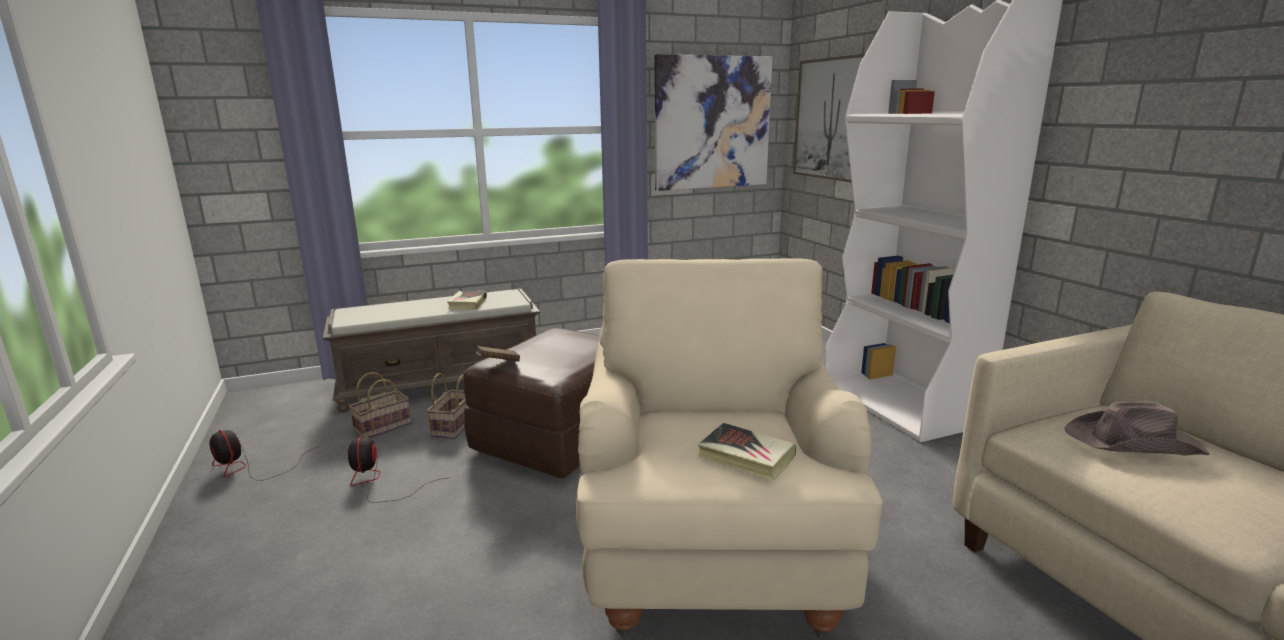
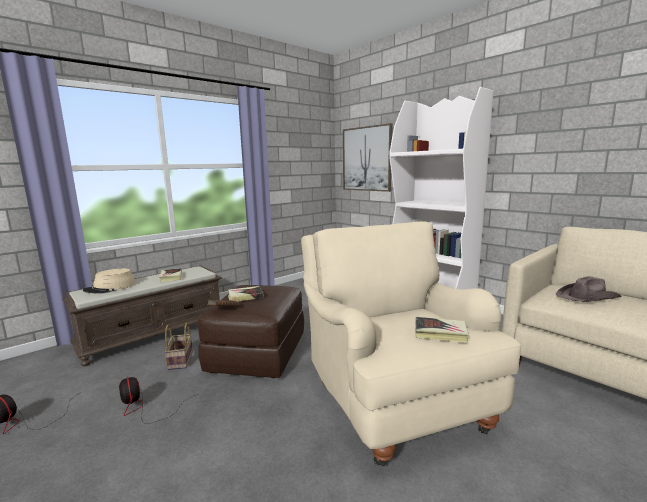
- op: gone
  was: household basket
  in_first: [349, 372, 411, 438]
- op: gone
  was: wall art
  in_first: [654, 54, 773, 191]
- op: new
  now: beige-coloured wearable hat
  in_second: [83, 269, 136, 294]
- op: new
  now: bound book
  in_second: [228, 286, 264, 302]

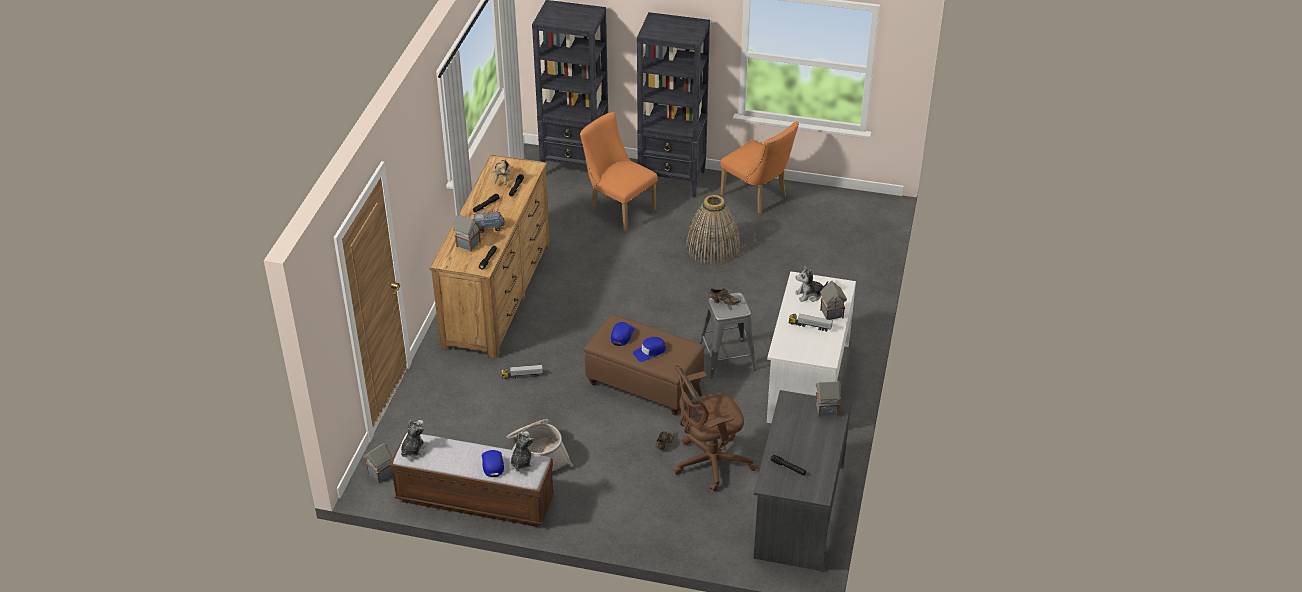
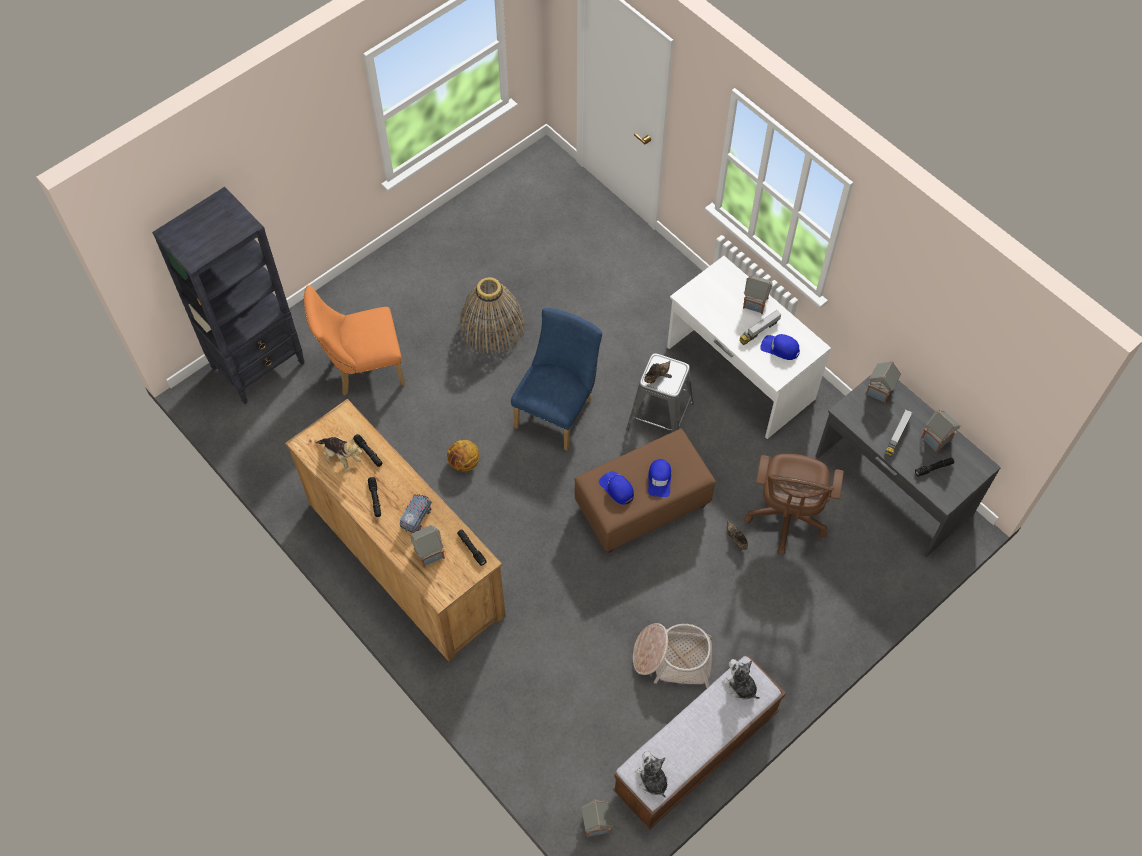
- op: shifted
  was: blue-coloured baseball cap
  in_first: [482, 450, 504, 477]
  in_second: [760, 334, 800, 360]
- op: shifted
  was: model truck
  in_first: [501, 365, 543, 379]
  in_second: [885, 409, 913, 457]
- op: gone
  was: blackish bookshelf
  in_first: [637, 12, 710, 198]
- op: gone
  was: orange plain chair
  in_first: [720, 121, 799, 214]
- op: gone
  was: plush toy
  in_first: [795, 265, 828, 302]
- op: new
  now: ball for basketball
  in_second: [447, 440, 479, 471]
- op: new
  now: blue-coloured plain chair
  in_second: [511, 308, 602, 450]
- op: new
  now: toy house
  in_second: [921, 409, 960, 453]

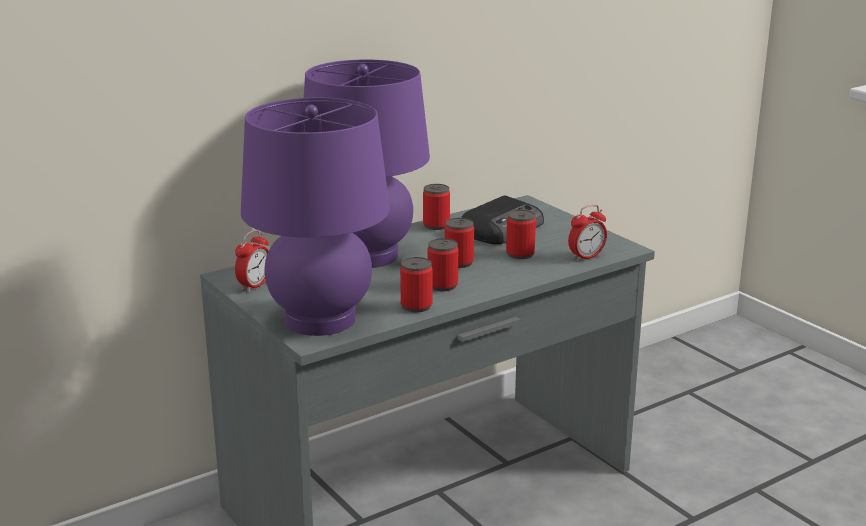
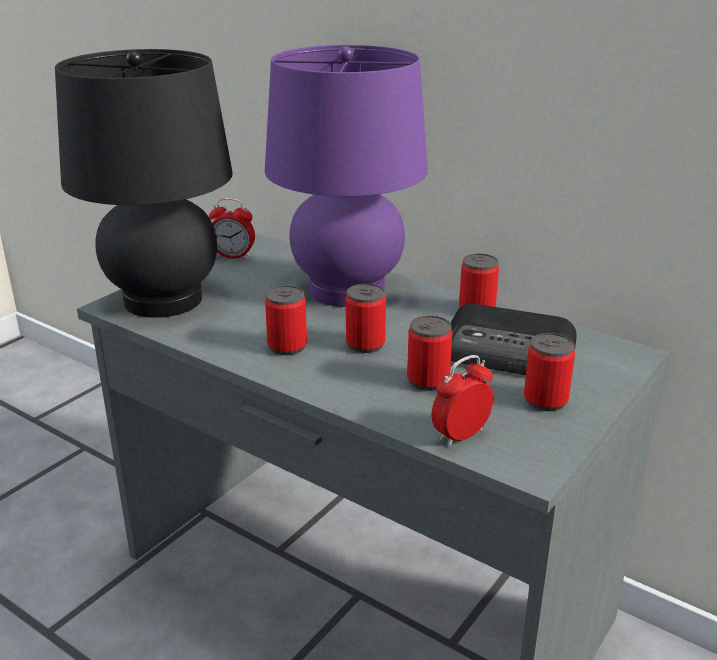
- op: repainted
  was: purplish lamp for a table
  now: blackish lamp for a table
  in_first: [241, 98, 390, 336]
  in_second: [55, 49, 233, 318]
- op: shifted
  was: can
  in_first: [400, 257, 432, 312]
  in_second: [524, 333, 575, 411]
- op: rotated
  was: bedside clock
  in_first: [568, 205, 607, 261]
  in_second: [431, 355, 493, 446]
  clockwise: 105

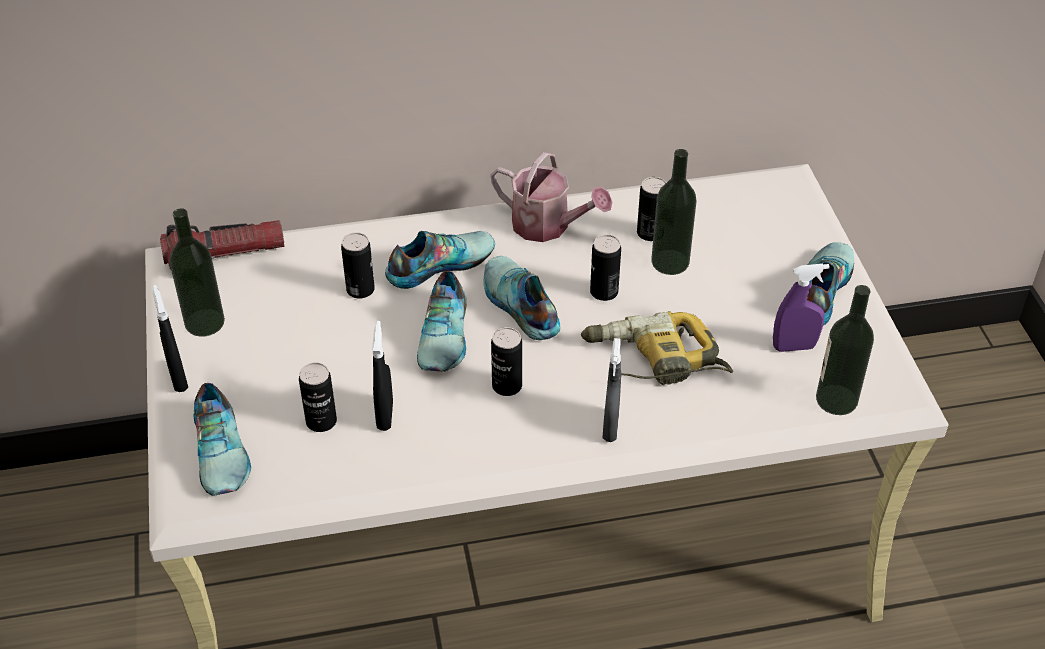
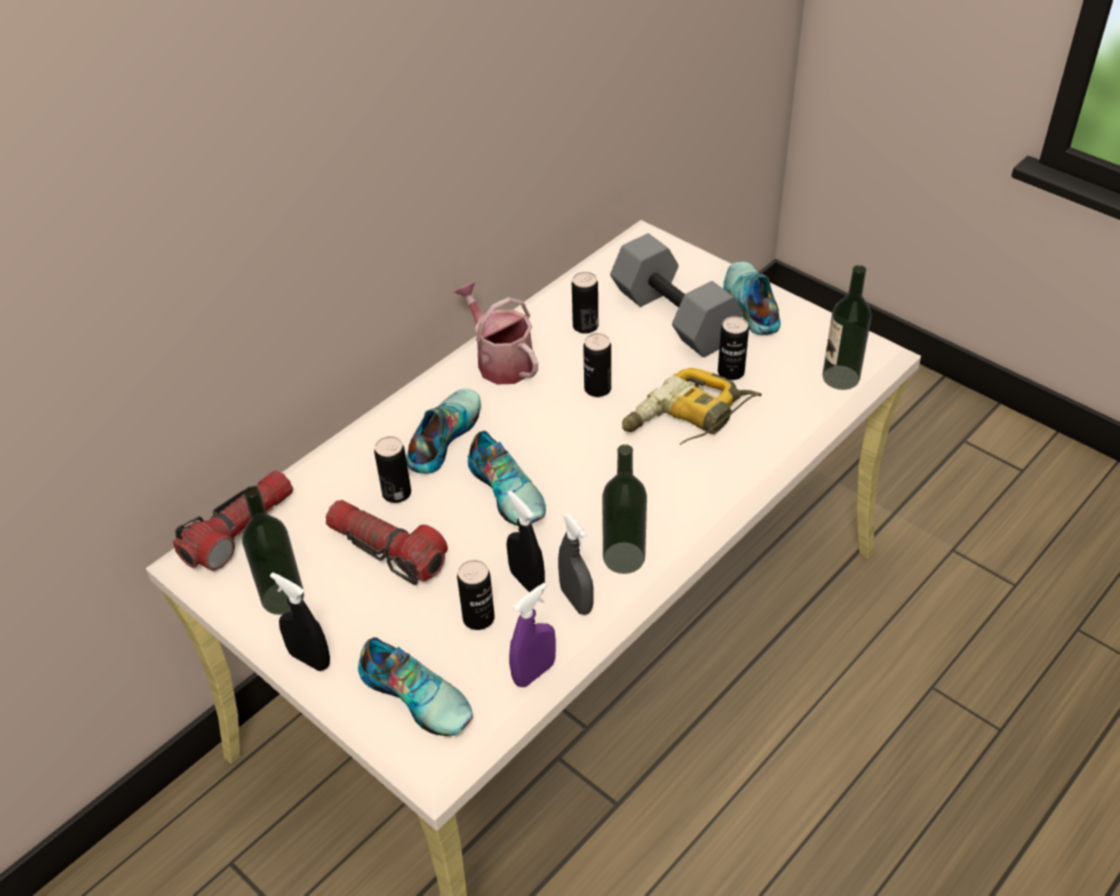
- op: gone
  was: low shoe
  in_first: [483, 256, 560, 340]
- op: rotated
  was: watering pot
  in_first: [491, 152, 612, 242]
  in_second: [454, 282, 538, 385]
  clockwise: -120
- op: shifted
  was: can
  in_first: [491, 327, 522, 396]
  in_second: [718, 316, 749, 380]
- op: shifted
  was: grey hand sprayer
  in_first: [602, 338, 621, 442]
  in_second: [558, 513, 594, 615]
- op: shifted
  was: drink bottle
  in_first: [651, 149, 697, 275]
  in_second: [602, 444, 647, 574]
- op: shifted
  was: purplish hand sprayer
  in_first: [773, 264, 829, 352]
  in_second: [509, 583, 556, 687]
- op: new
  now: torch
  in_second: [326, 500, 448, 585]
- op: new
  now: grey dumbbell
  in_second: [610, 233, 743, 357]

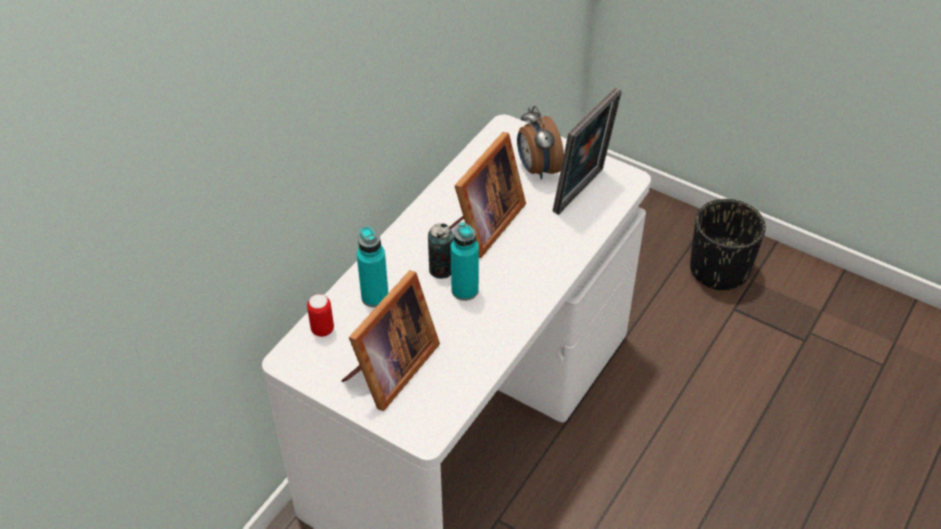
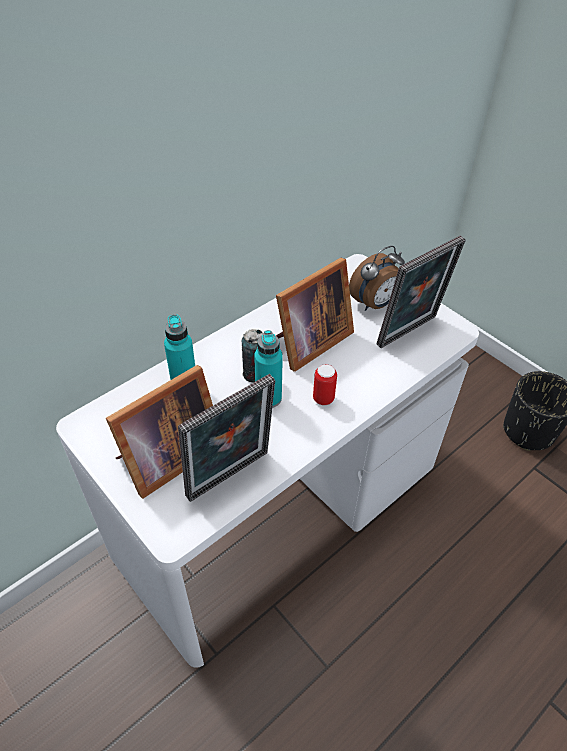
- op: shifted
  was: can
  in_first: [307, 294, 334, 337]
  in_second: [313, 364, 337, 405]
- op: rotated
  was: bedside clock
  in_first: [517, 106, 564, 179]
  in_second: [349, 246, 405, 311]
  clockwise: -120
- op: new
  now: picture frame
  in_second: [178, 374, 275, 502]

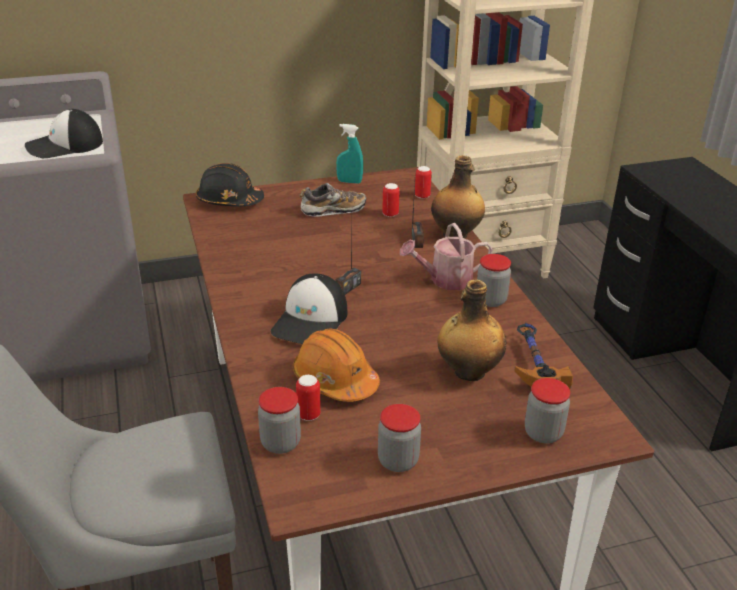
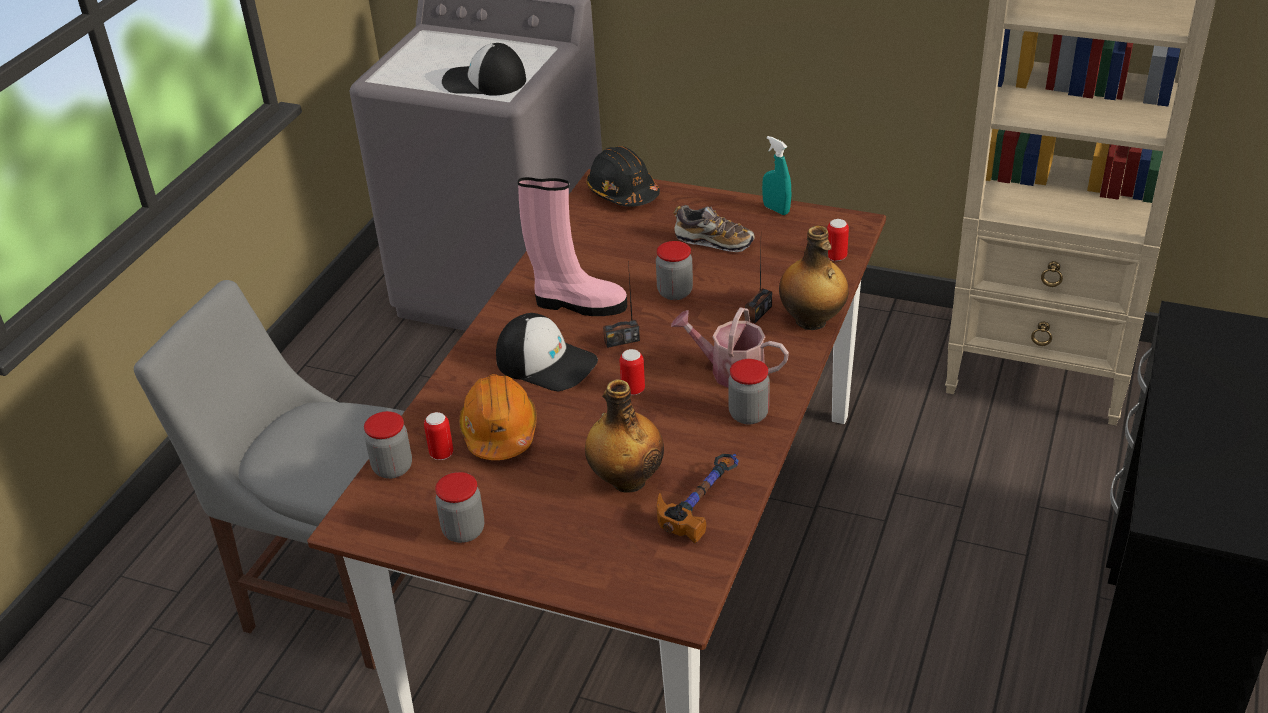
- op: rotated
  was: baseball cap
  in_first: [271, 274, 348, 344]
  in_second: [496, 313, 598, 391]
  clockwise: -120
- op: shifted
  was: can
  in_first: [382, 183, 400, 217]
  in_second: [620, 349, 645, 395]
- op: shifted
  was: preserve jar
  in_first: [525, 378, 570, 443]
  in_second: [656, 241, 693, 300]
- op: new
  now: pink high-top boot
  in_second: [518, 177, 627, 316]

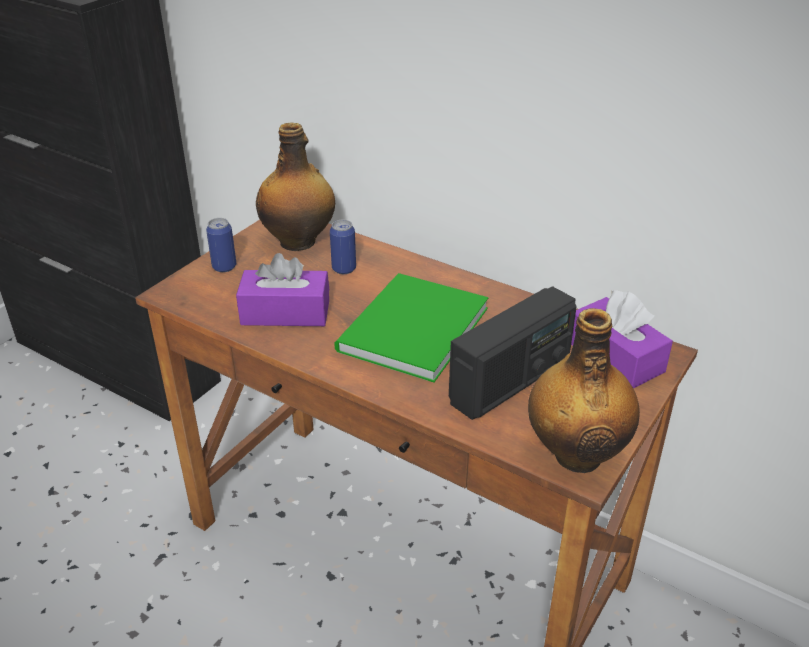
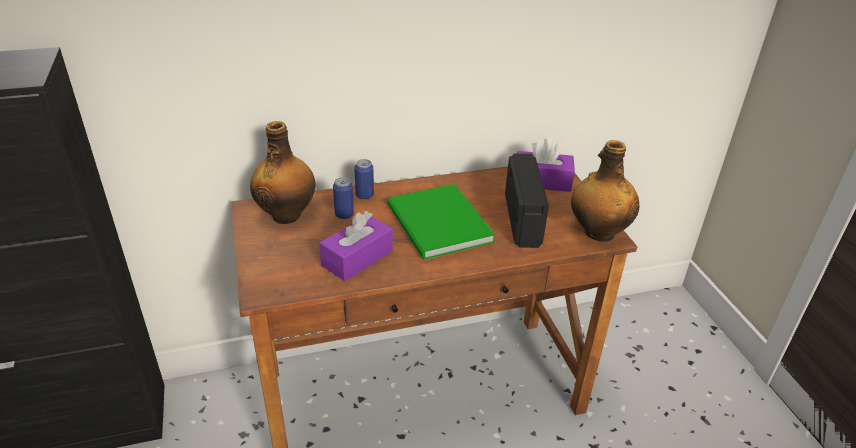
- op: shifted
  was: can
  in_first: [206, 218, 236, 272]
  in_second: [354, 159, 374, 200]

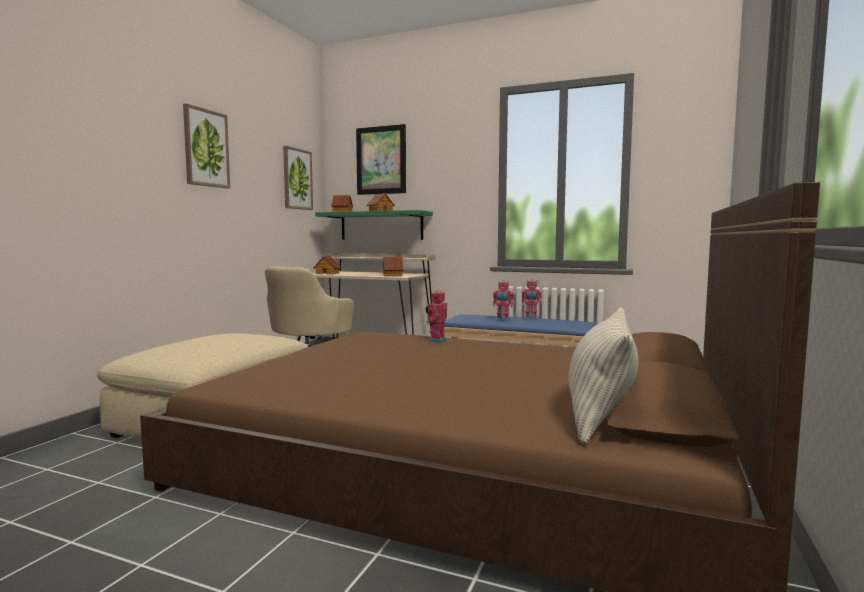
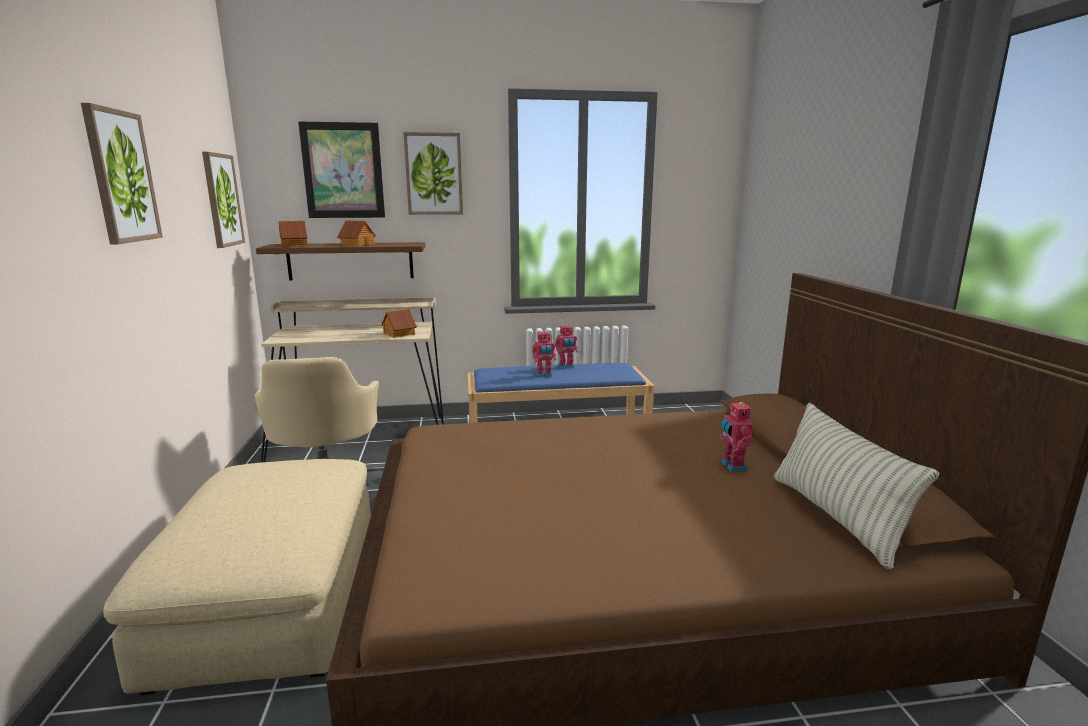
- op: gone
  was: toy house
  in_first: [313, 256, 341, 275]
- op: repainted
  was: green shelf
  now: brownish shelf
  in_first: [315, 210, 433, 240]
  in_second: [256, 242, 425, 281]
- op: shifted
  was: robot figure
  in_first: [426, 290, 447, 343]
  in_second: [720, 400, 753, 472]
- op: new
  now: wall art
  in_second: [403, 132, 463, 215]

